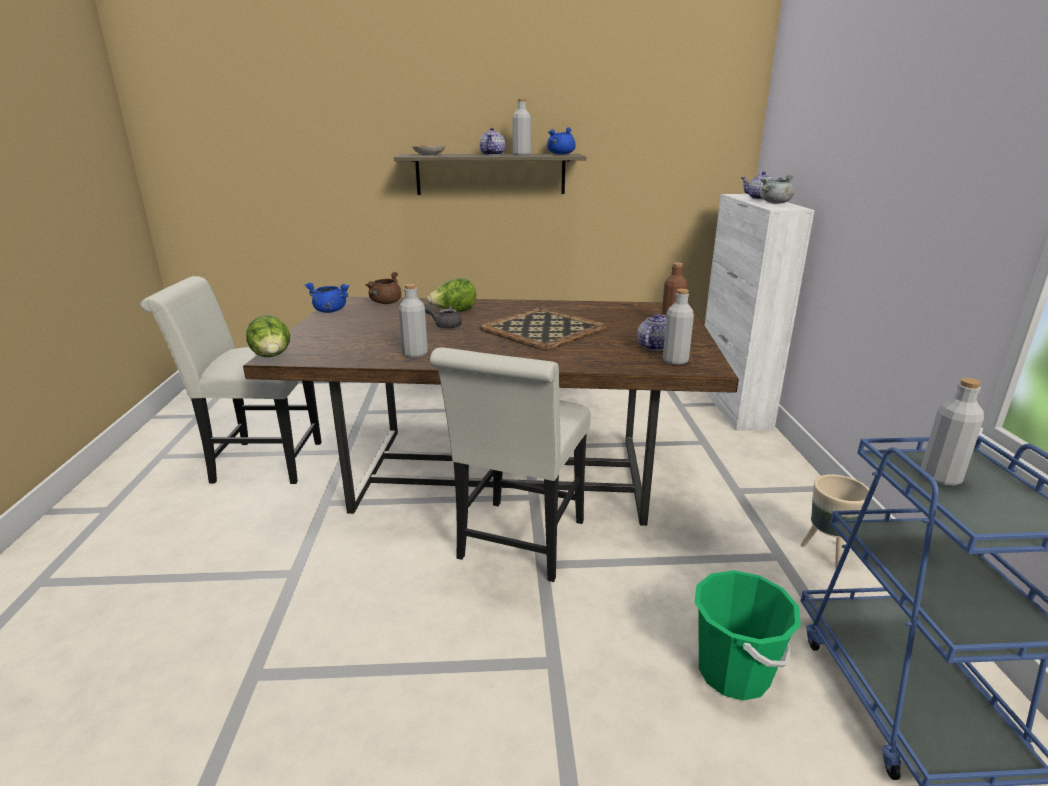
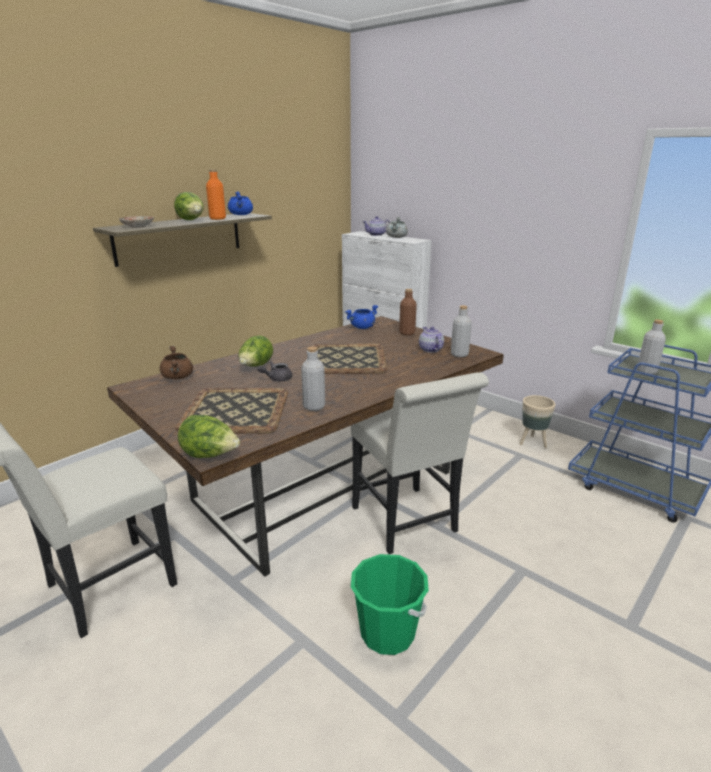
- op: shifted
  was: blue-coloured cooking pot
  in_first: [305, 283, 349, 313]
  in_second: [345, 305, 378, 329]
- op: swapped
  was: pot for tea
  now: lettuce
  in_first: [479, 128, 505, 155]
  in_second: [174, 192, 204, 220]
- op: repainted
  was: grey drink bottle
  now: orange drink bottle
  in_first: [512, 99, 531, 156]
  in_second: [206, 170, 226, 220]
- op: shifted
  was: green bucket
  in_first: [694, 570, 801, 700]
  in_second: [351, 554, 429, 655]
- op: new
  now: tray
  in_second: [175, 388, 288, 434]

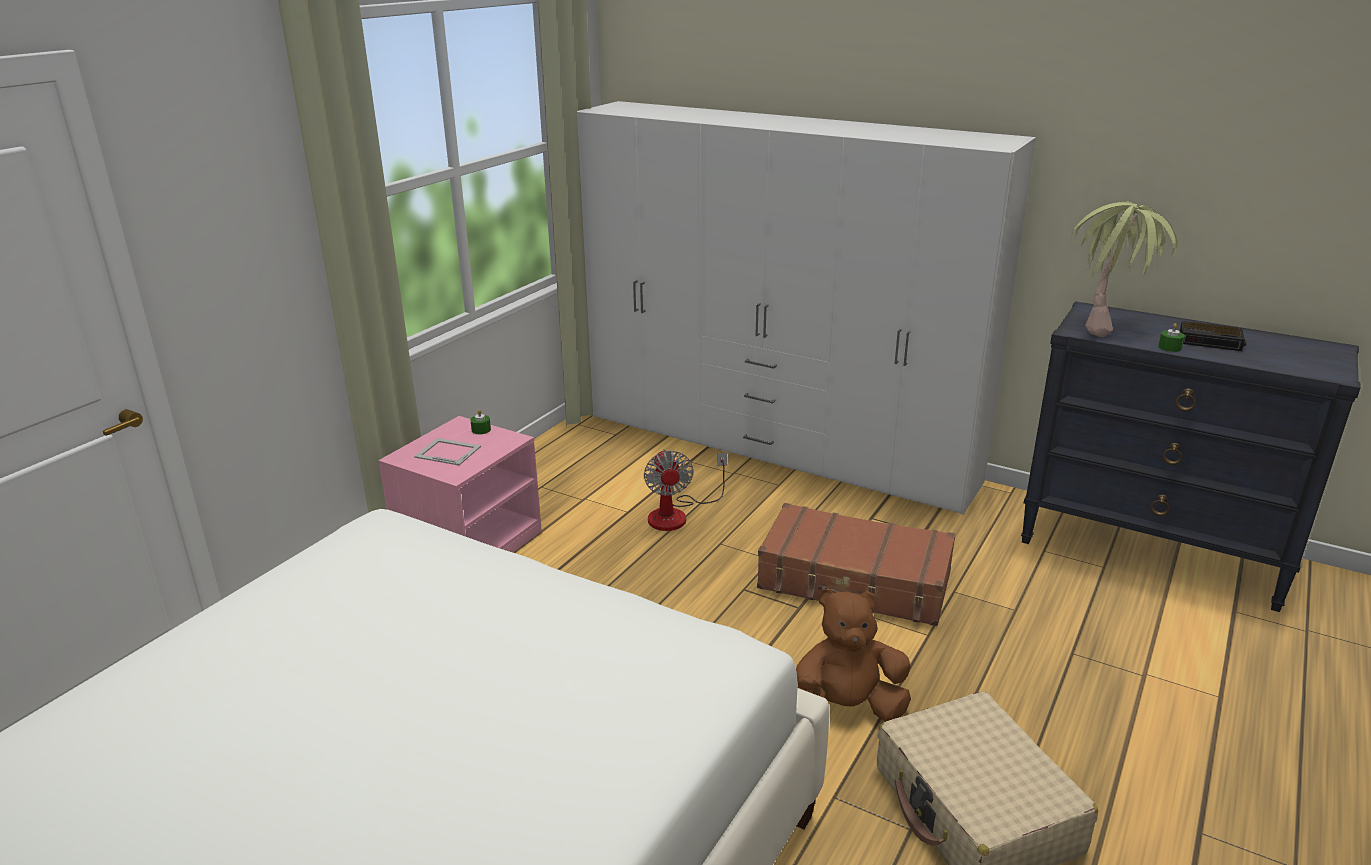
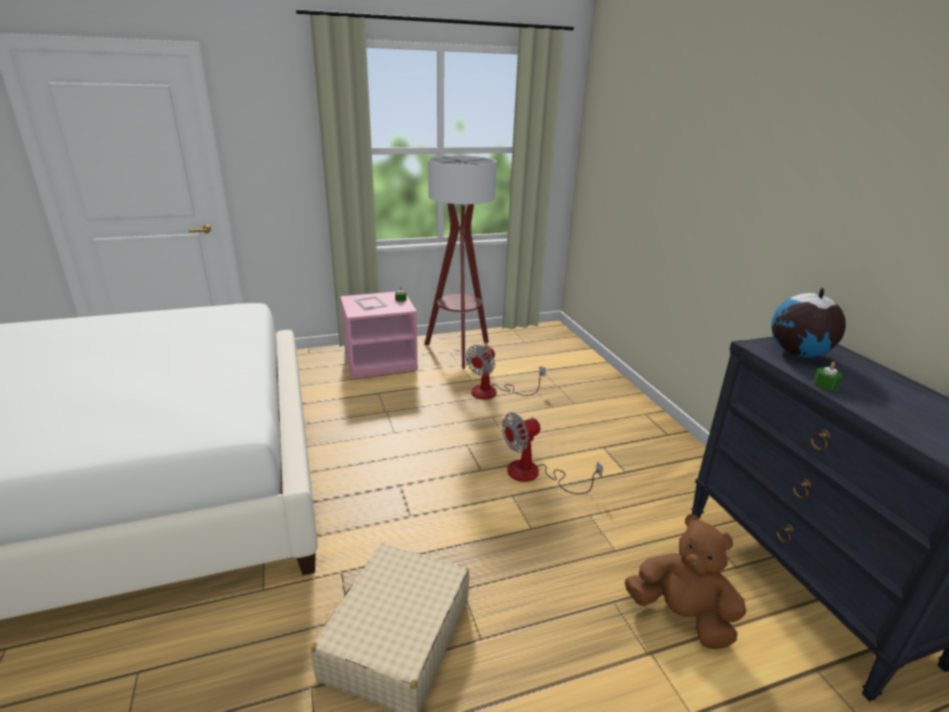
- op: gone
  was: whitish armoire
  in_first: [577, 101, 1036, 515]
- op: swapped
  was: brownish travel case
  now: fan
  in_first: [757, 503, 956, 626]
  in_second: [502, 412, 603, 494]
- op: shifted
  was: brownish plush toy
  in_first: [796, 589, 911, 721]
  in_second: [625, 514, 746, 649]
- op: swapped
  was: potted plant
  now: world globe
  in_first: [1071, 201, 1178, 337]
  in_second: [771, 287, 846, 357]
- op: gone
  was: bedside clock
  in_first: [1180, 321, 1247, 351]
- op: new
  now: standing lamp
  in_second: [424, 155, 497, 369]

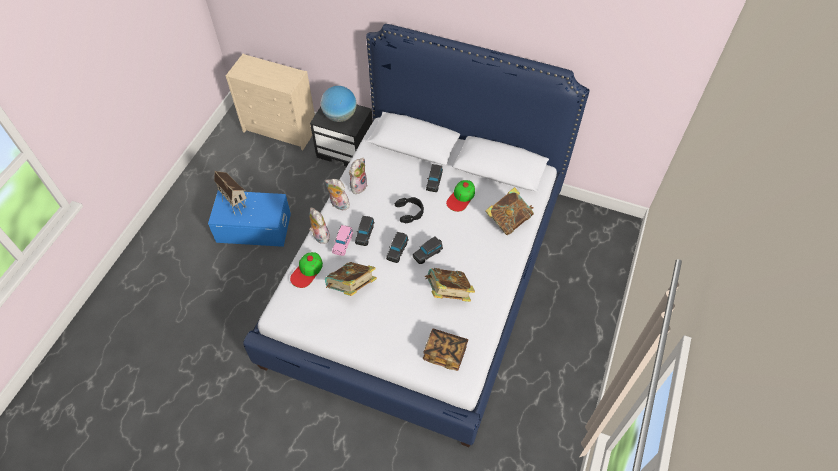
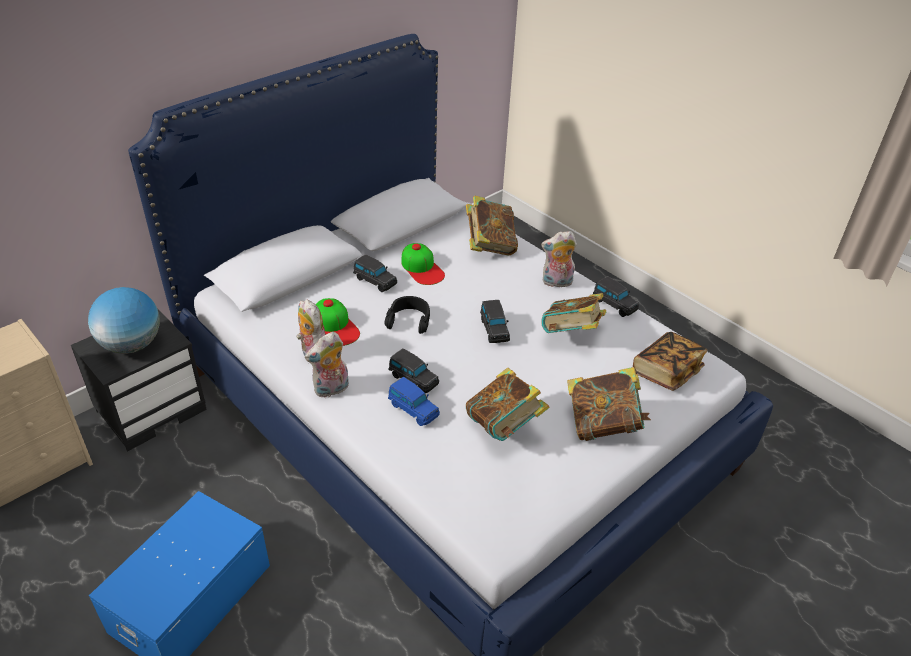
- op: gone
  was: toy house
  in_first: [214, 171, 247, 215]
- op: shifted
  was: baseball cap
  in_first: [290, 252, 323, 288]
  in_second: [316, 298, 360, 346]
- op: shifted
  was: plush toy
  in_first: [309, 208, 330, 244]
  in_second: [541, 231, 577, 287]
- op: repainted
  was: pink model car
  now: blue-coloured model car
  in_first: [332, 225, 353, 256]
  in_second: [388, 377, 440, 426]
- op: shifted
  was: blackish model car
  in_first: [386, 232, 409, 263]
  in_second: [593, 276, 639, 317]
- op: new
  now: bound book
  in_second: [567, 367, 651, 441]

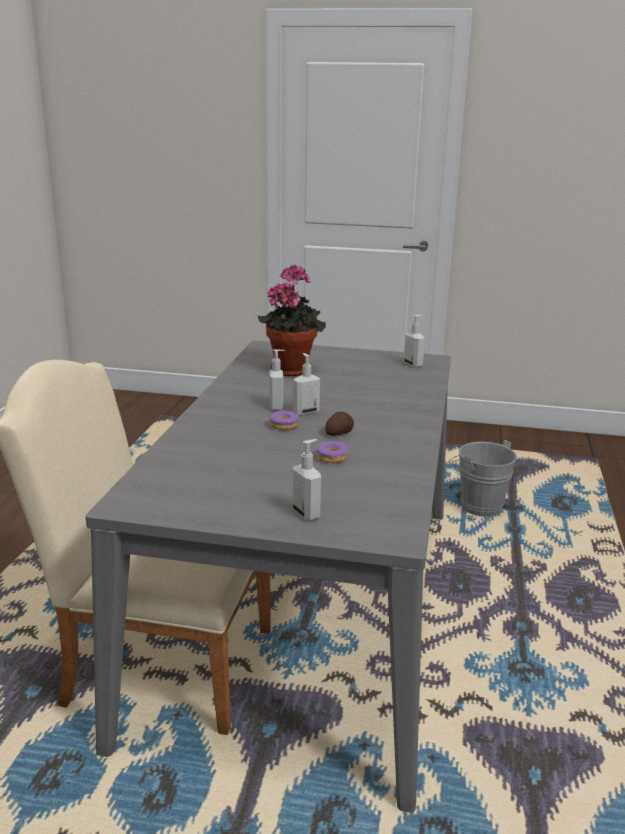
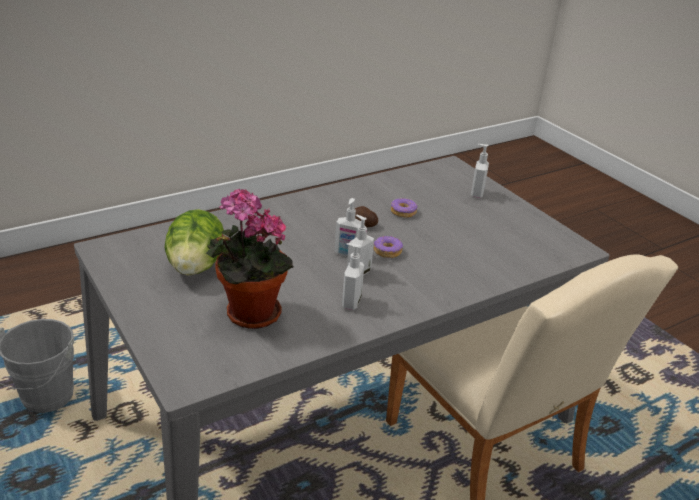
- op: shifted
  was: liquid soap bottle
  in_first: [403, 315, 425, 368]
  in_second: [342, 243, 364, 310]
- op: new
  now: lettuce
  in_second: [164, 209, 224, 275]

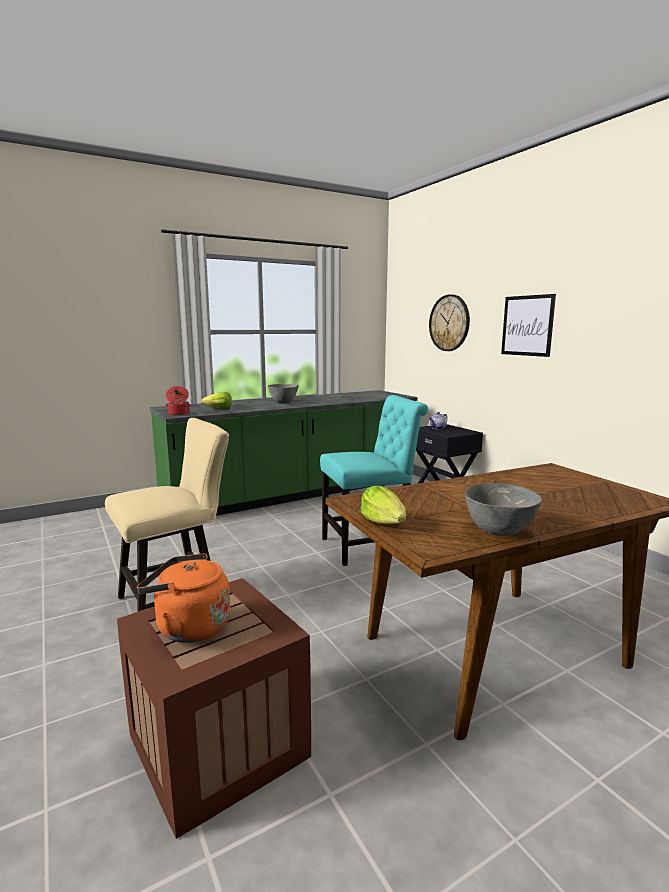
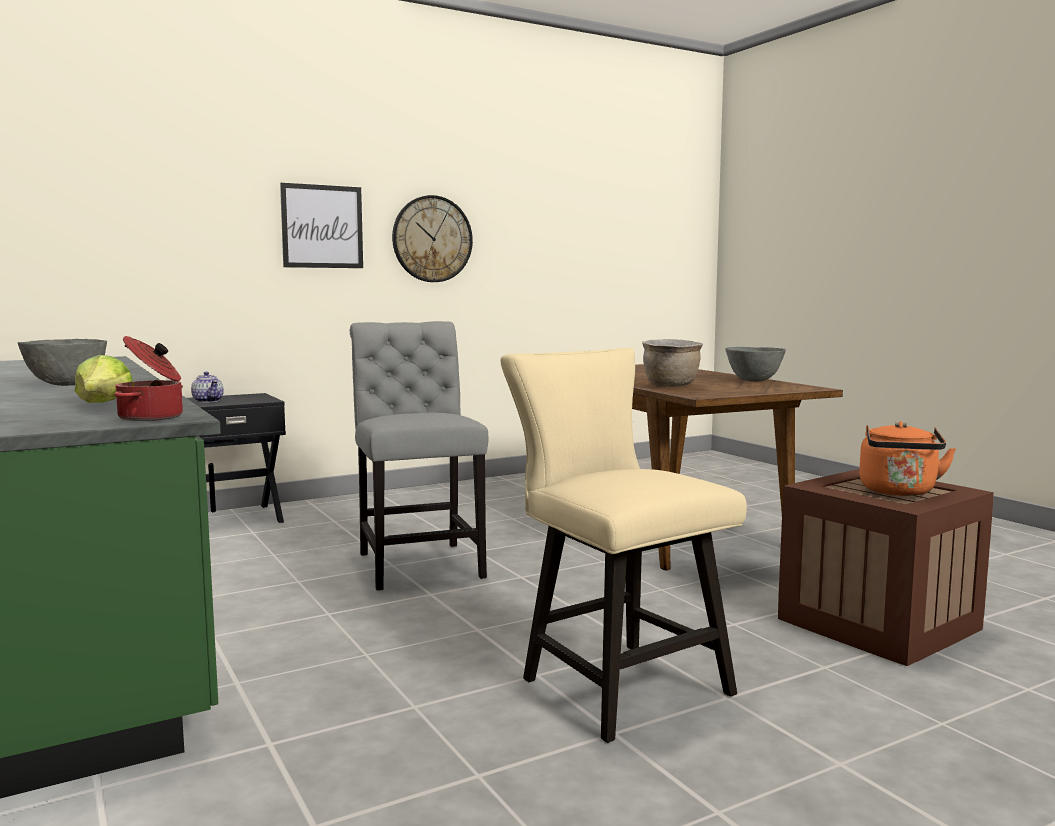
- op: repainted
  was: blue-green plain chair
  now: grey plain chair
  in_first: [320, 395, 428, 566]
  in_second: [350, 321, 488, 591]
- op: gone
  was: lettuce
  in_first: [361, 486, 406, 524]
- op: shifted
  was: wall clock
  in_first: [429, 294, 470, 351]
  in_second: [392, 195, 473, 282]
- op: new
  now: brownish cooking pot
  in_second: [642, 339, 703, 387]

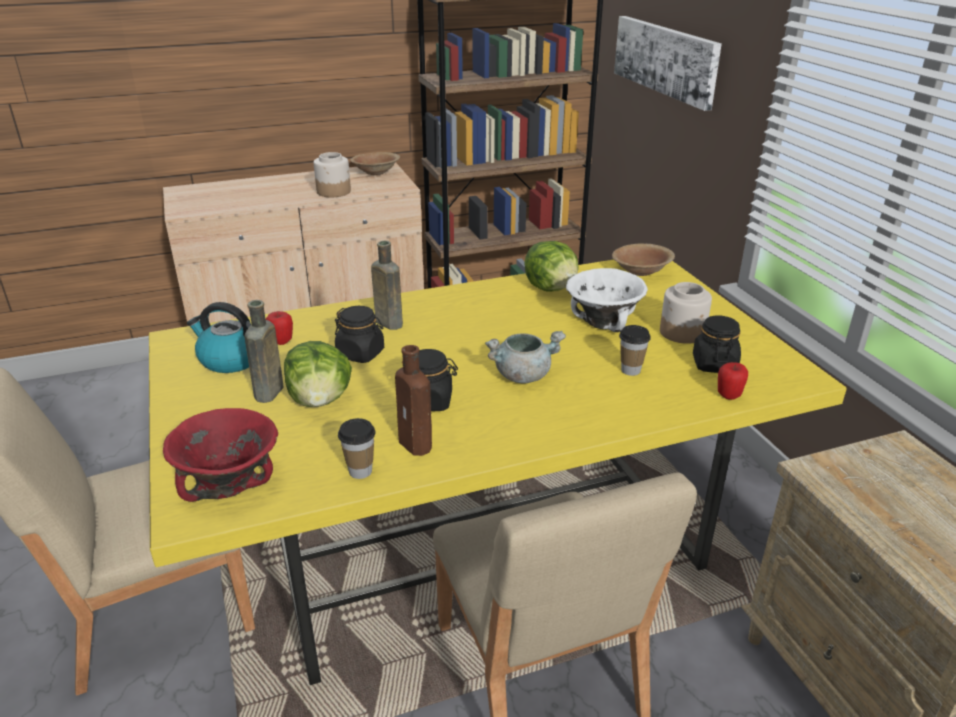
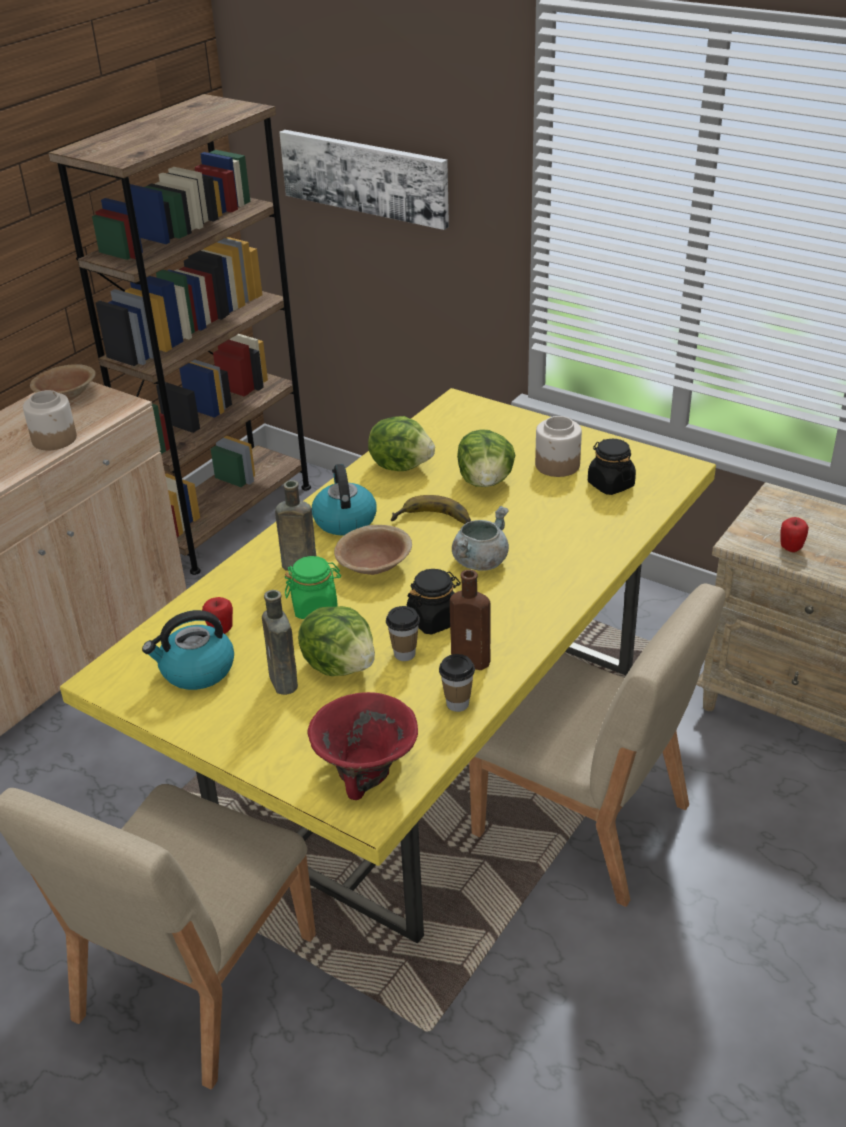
- op: repainted
  was: blackish preserve jar
  now: green preserve jar
  in_first: [335, 306, 384, 363]
  in_second: [285, 556, 341, 619]
- op: swapped
  was: whitish deep dish
  now: lettuce
  in_first: [566, 268, 648, 332]
  in_second: [457, 429, 516, 487]
- op: shifted
  was: brownish deep dish
  in_first: [612, 244, 675, 276]
  in_second: [334, 525, 412, 575]
- op: shifted
  was: small cup
  in_first: [619, 325, 651, 376]
  in_second: [386, 606, 420, 661]
- op: shifted
  was: apple
  in_first: [718, 362, 748, 400]
  in_second: [780, 517, 809, 552]
- op: new
  now: tea kettle
  in_second: [312, 464, 377, 535]
- op: new
  now: banana fruit
  in_second: [391, 495, 471, 524]

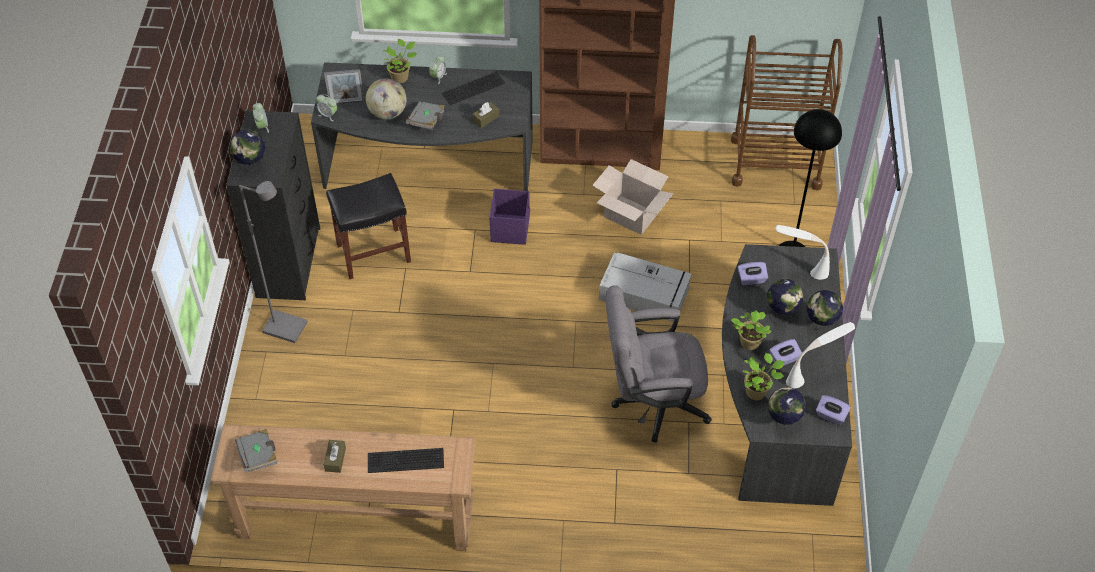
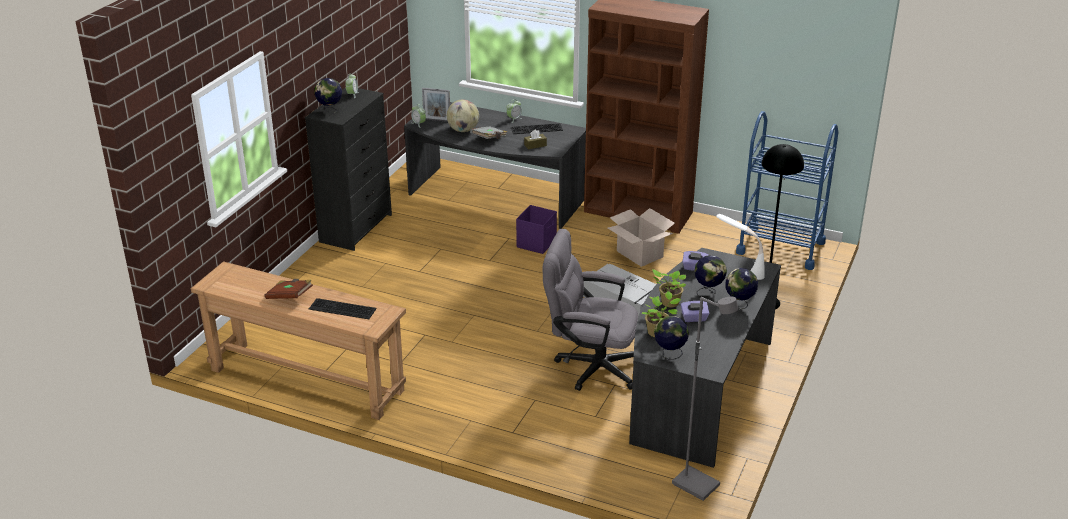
- op: gone
  was: grey bound book
  in_first: [235, 429, 277, 473]
- op: shifted
  was: grey standing lamp
  in_first: [239, 181, 308, 343]
  in_second: [672, 297, 739, 501]
- op: swapped
  was: brownish tissue box
  now: brownish bound book
  in_first: [324, 440, 346, 473]
  in_second: [265, 279, 313, 299]
- op: gone
  was: blackish sitting stool
  in_first: [326, 173, 411, 279]
- op: gone
  was: potted plant
  in_first: [383, 39, 417, 84]
- op: repainted
  was: brownish wheeled cart
  now: blue-coloured wheeled cart
  in_first: [731, 35, 843, 190]
  in_second: [736, 111, 839, 270]
- op: gone
  was: whitish lamp for a table
  in_first: [786, 322, 855, 389]
- op: gone
  was: purplish tissue box
  in_first: [816, 395, 851, 425]

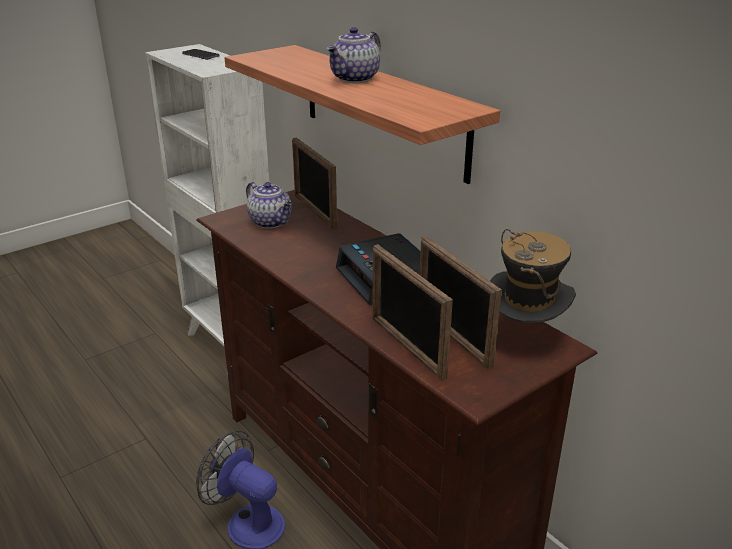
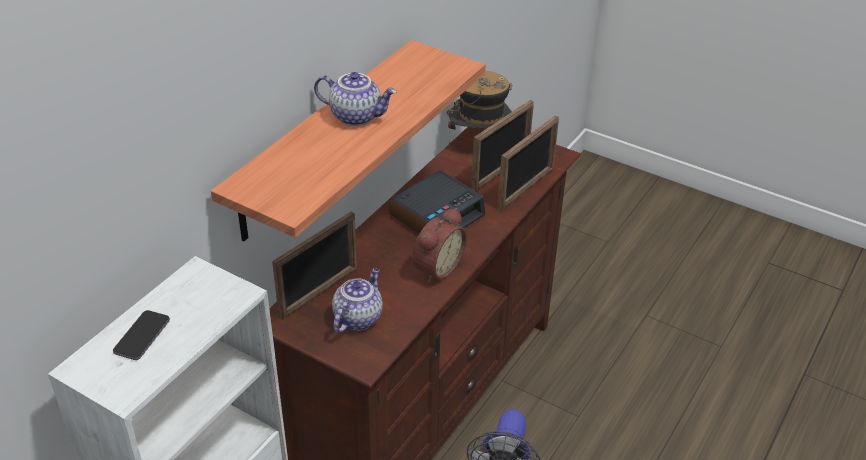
- op: new
  now: bedside clock
  in_second: [412, 208, 467, 283]

